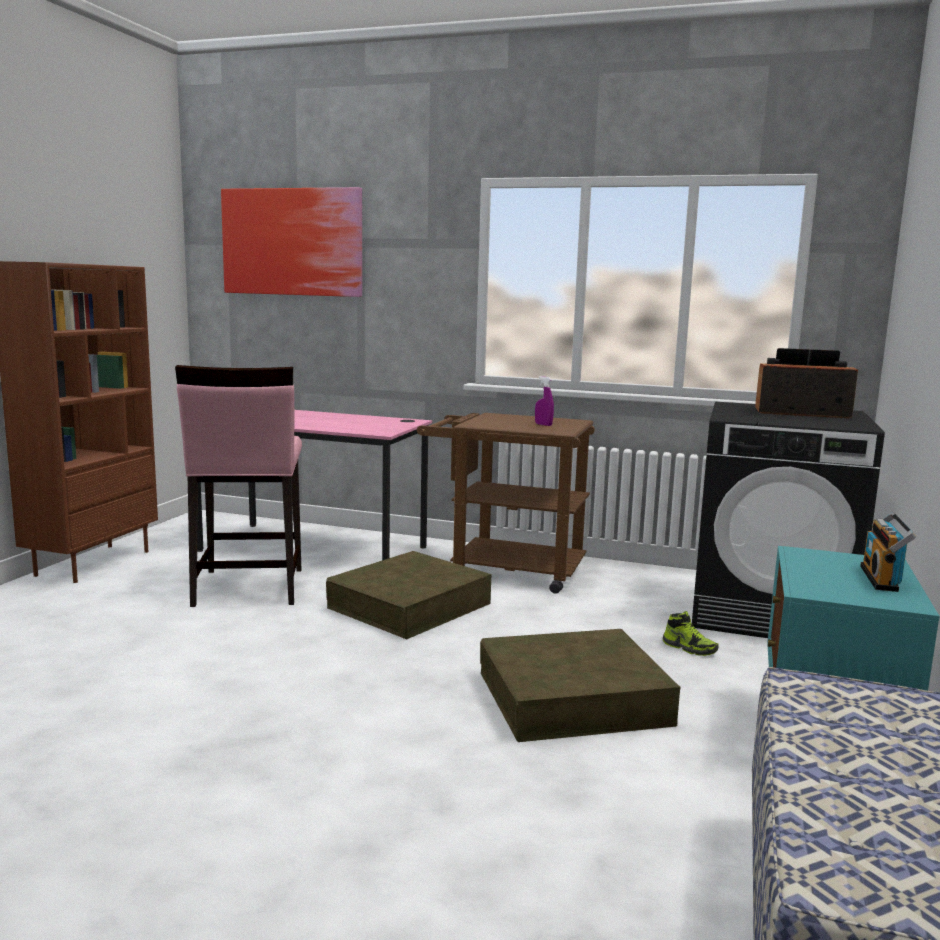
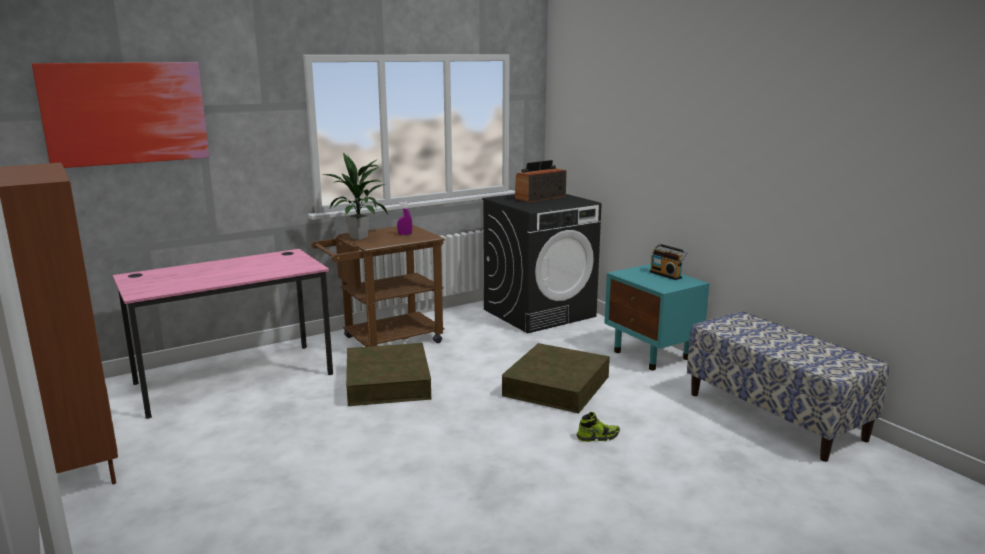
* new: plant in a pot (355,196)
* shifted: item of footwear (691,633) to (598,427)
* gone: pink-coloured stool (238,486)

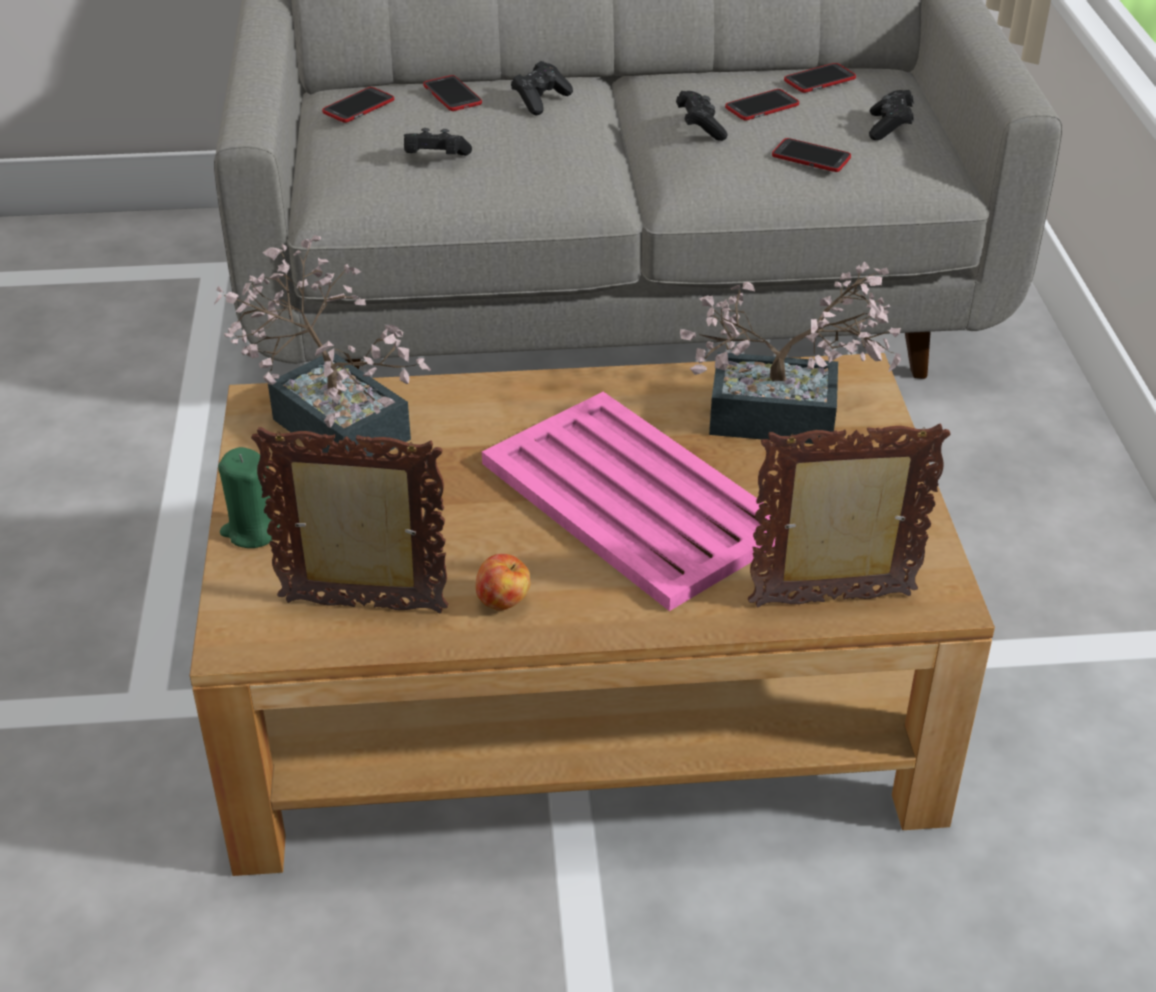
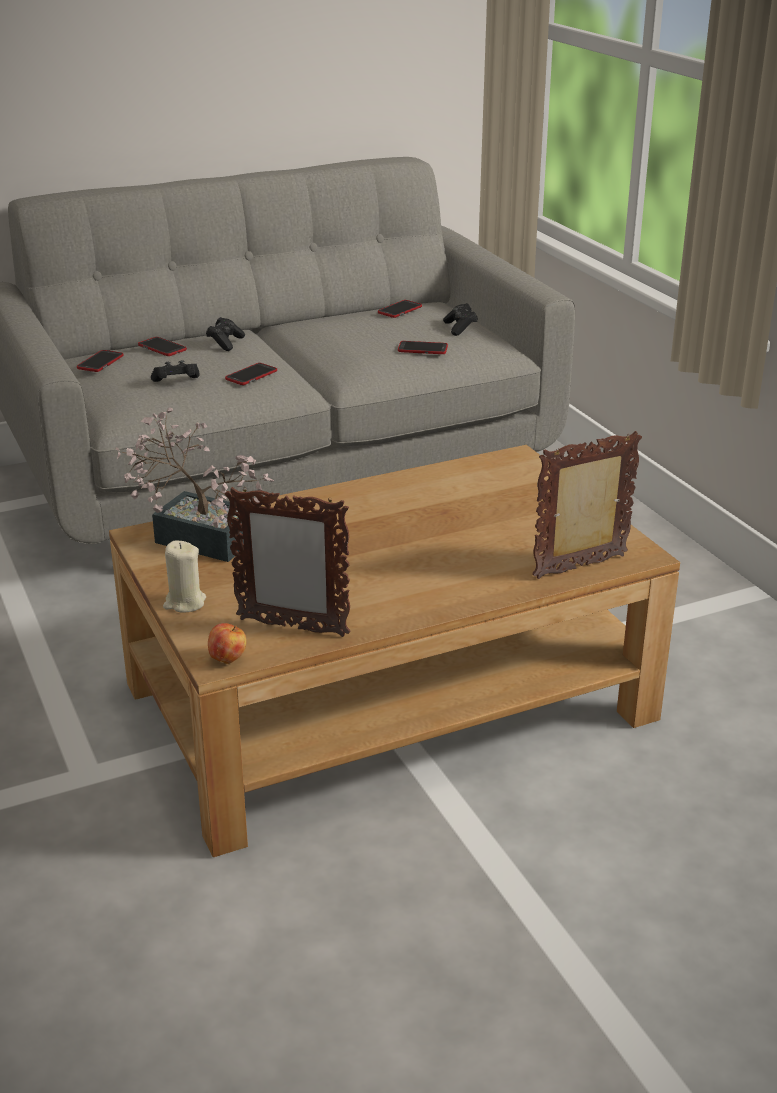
* repainted: greenish wax light (249,497) to sand-coloured wax light (184,576)
* shifted: apple (503,582) to (227,643)
* shifted: phone (762,104) to (251,374)
* rotated: picture frame (349,520) = (287,562) 150 degrees counterclockwise
* gone: pink-coloured serving tray (628,501)
* gone: black game controller (702,116)
* gone: plant in a pot (790,353)

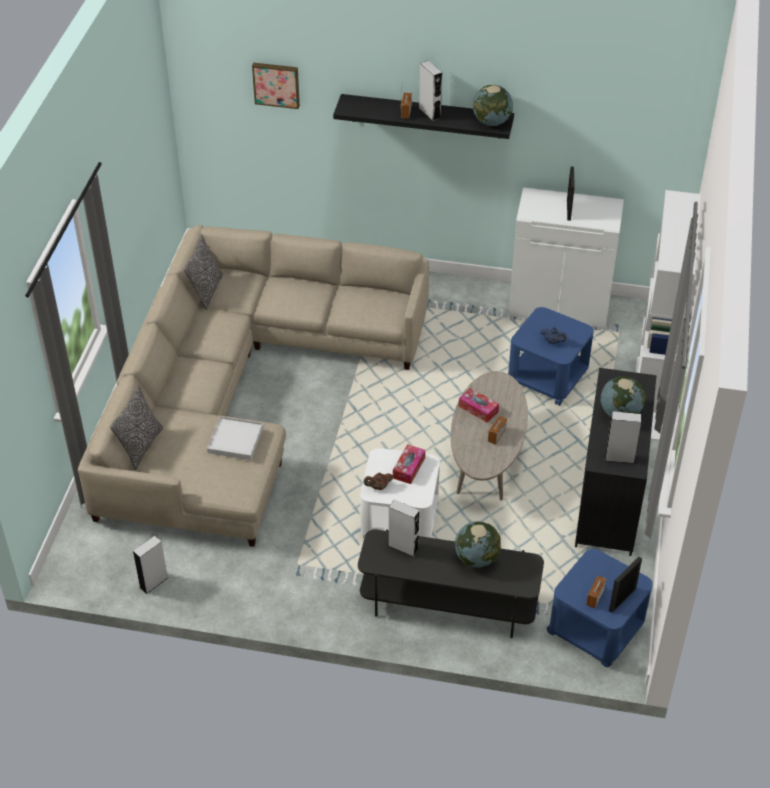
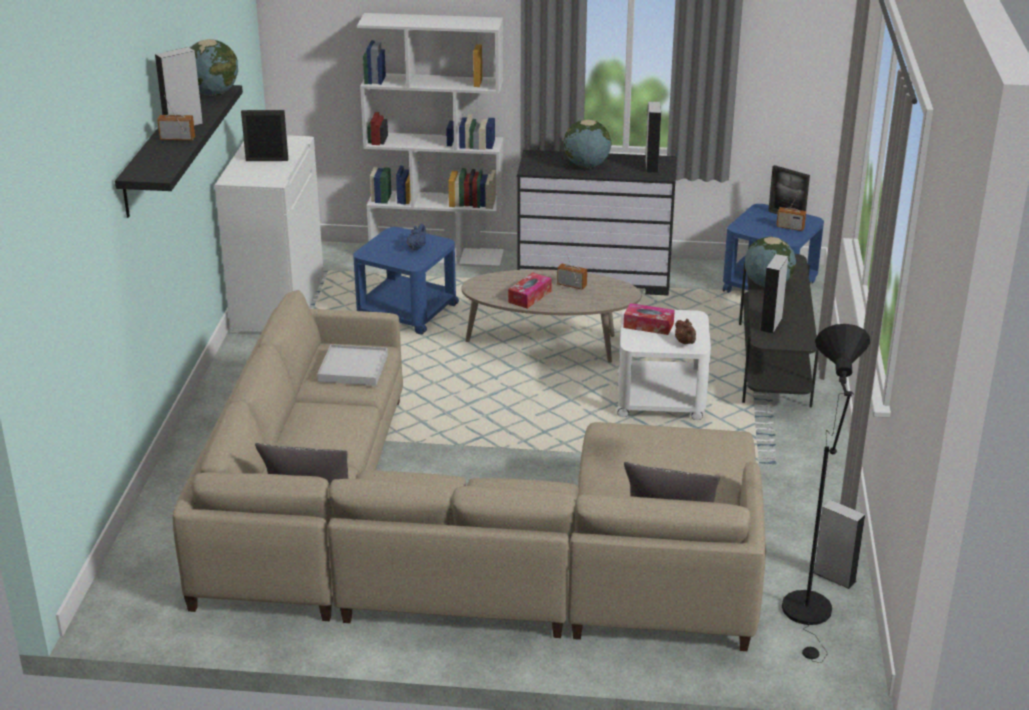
* shifted: white serving tray (235,438) to (352,365)
* new: black floor lamp (826,493)
* gone: picture (276,86)

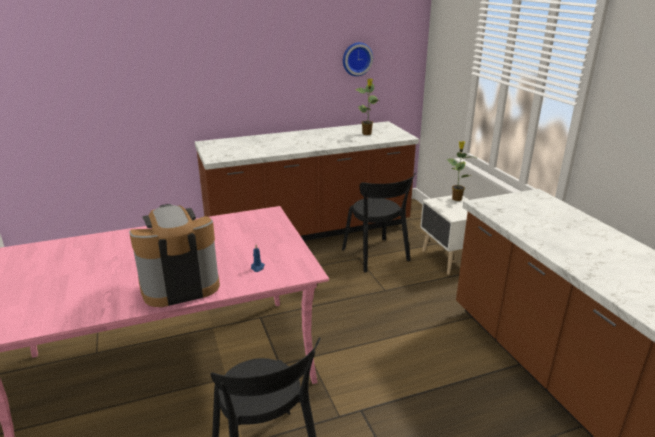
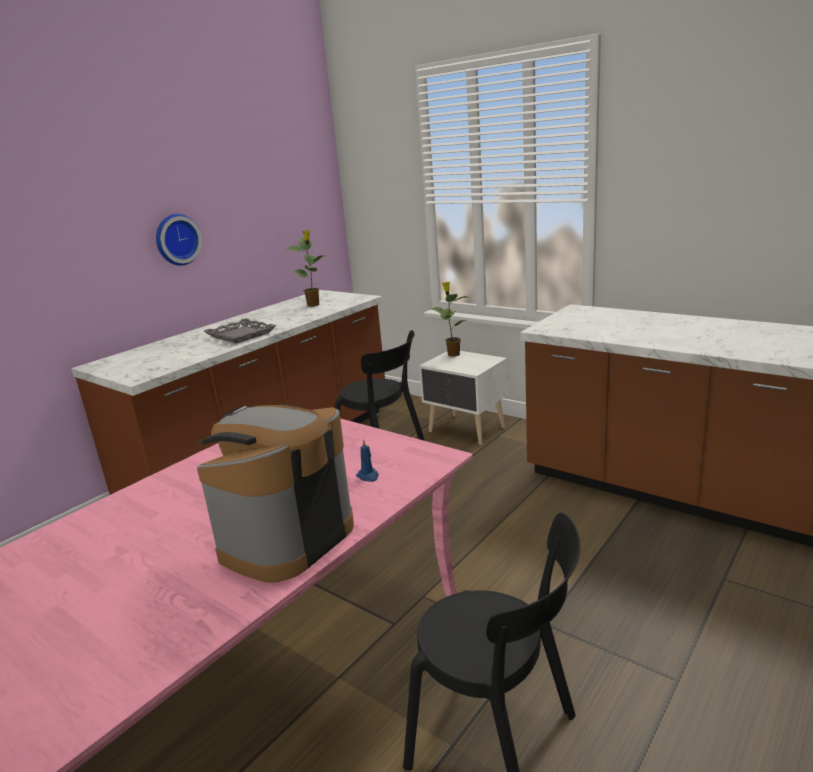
* shifted: clock on the wall (358,59) to (179,240)
* new: grey serving tray (240,331)

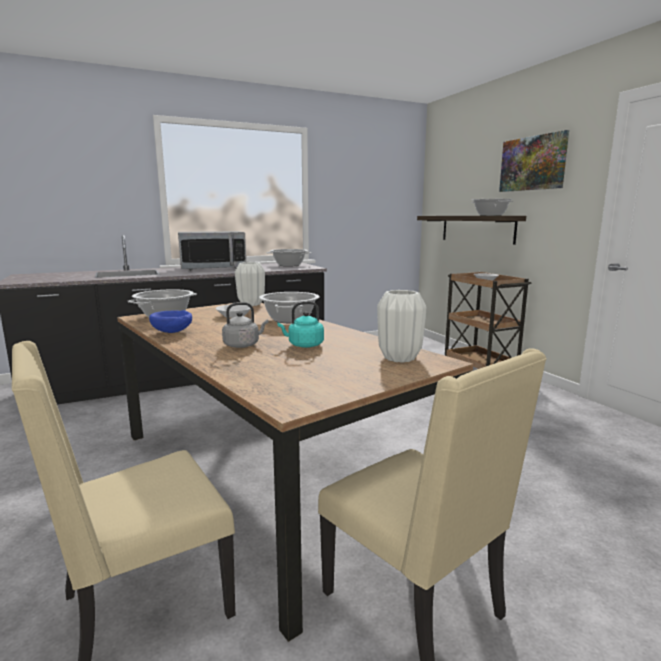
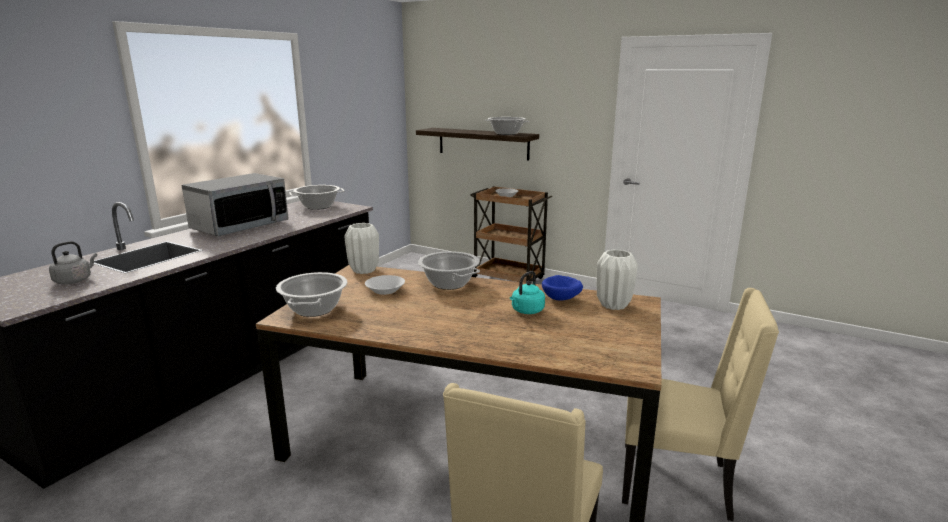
* shifted: grey tea kettle (245,325) to (73,262)
* shifted: bluish bowl (170,321) to (562,288)
* gone: picture (534,161)

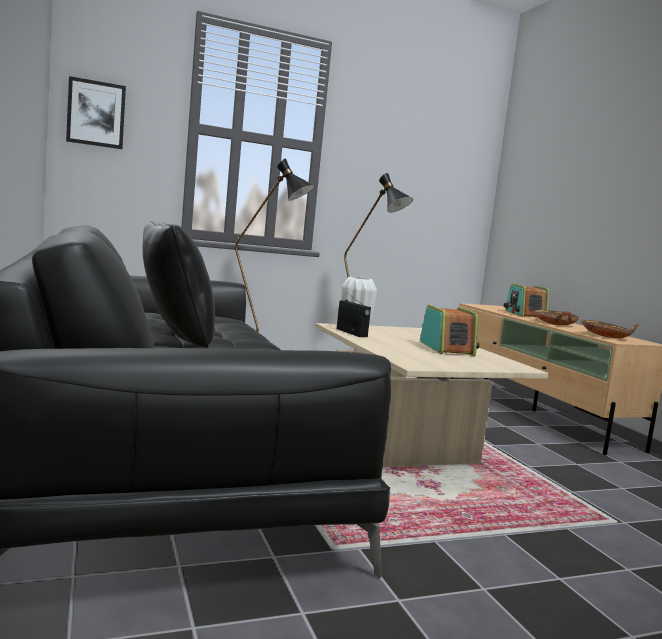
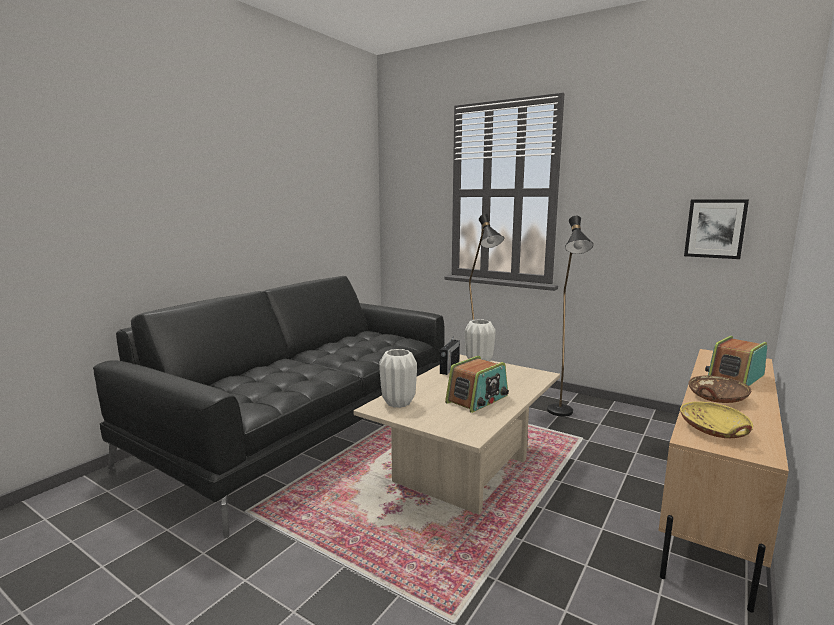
* new: white flower vase (398,378)
* repainted: brown-coloured bowl (609,329) to yellow-coloured bowl (716,420)
* shifted: picture (96,112) to (716,229)
* gone: black cushion (178,284)

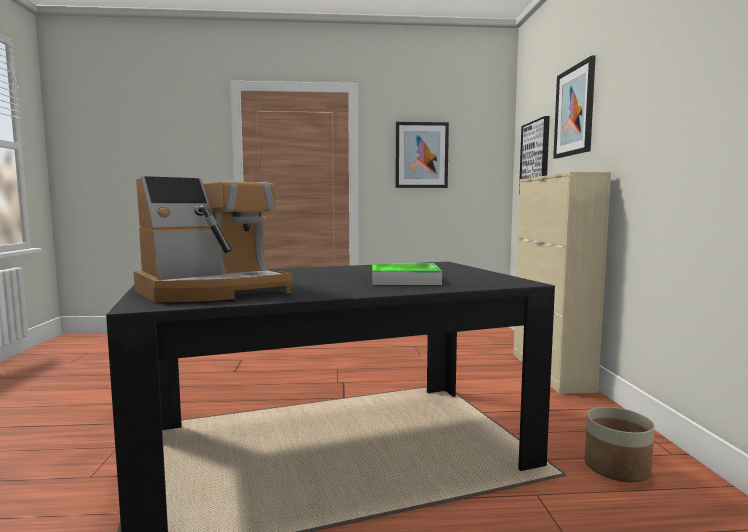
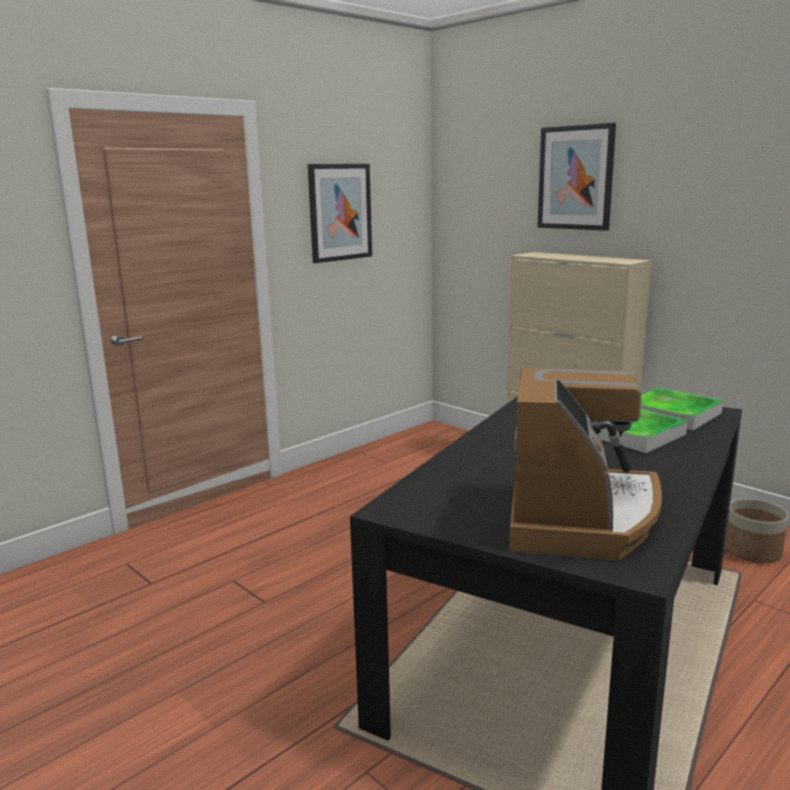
* new: serving tray (682,409)
* gone: picture (534,153)

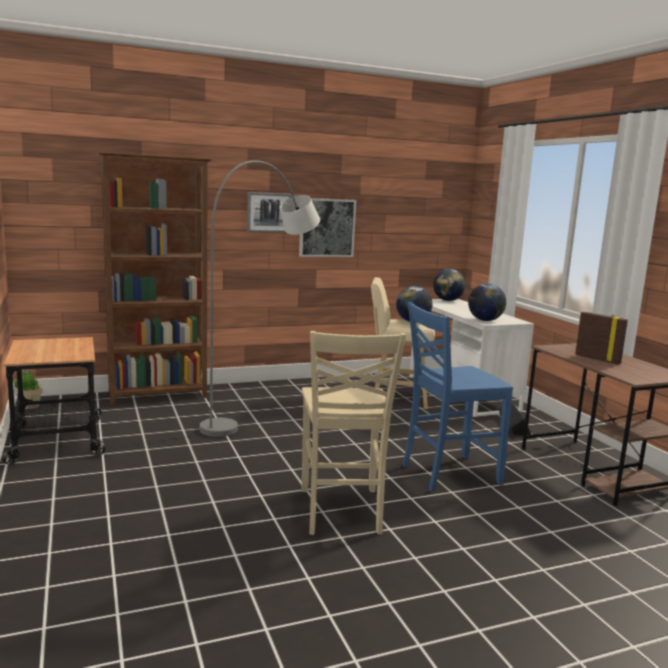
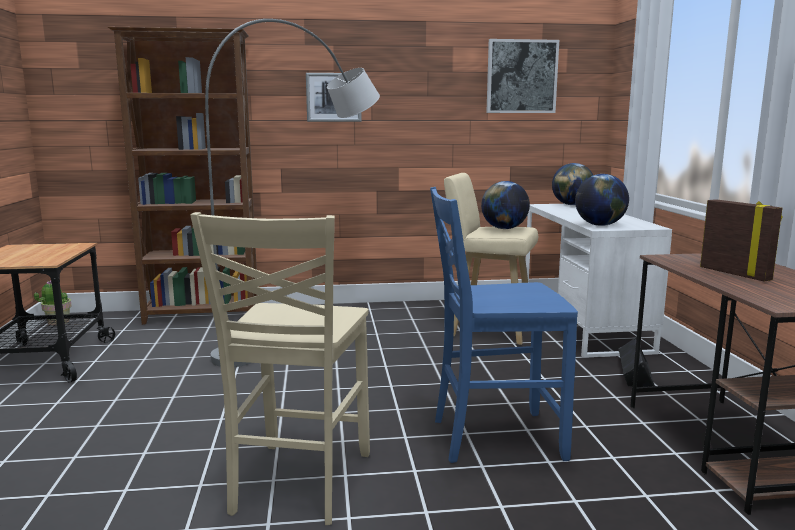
* shifted: picture (327,227) to (522,76)

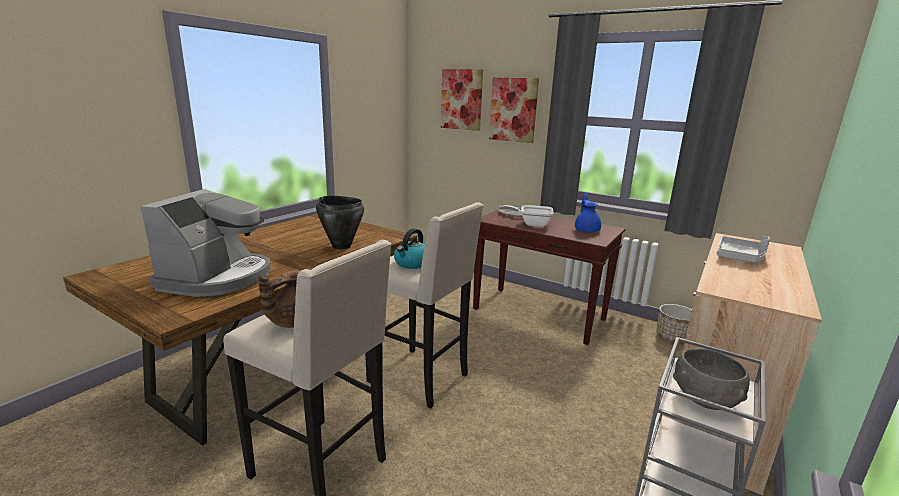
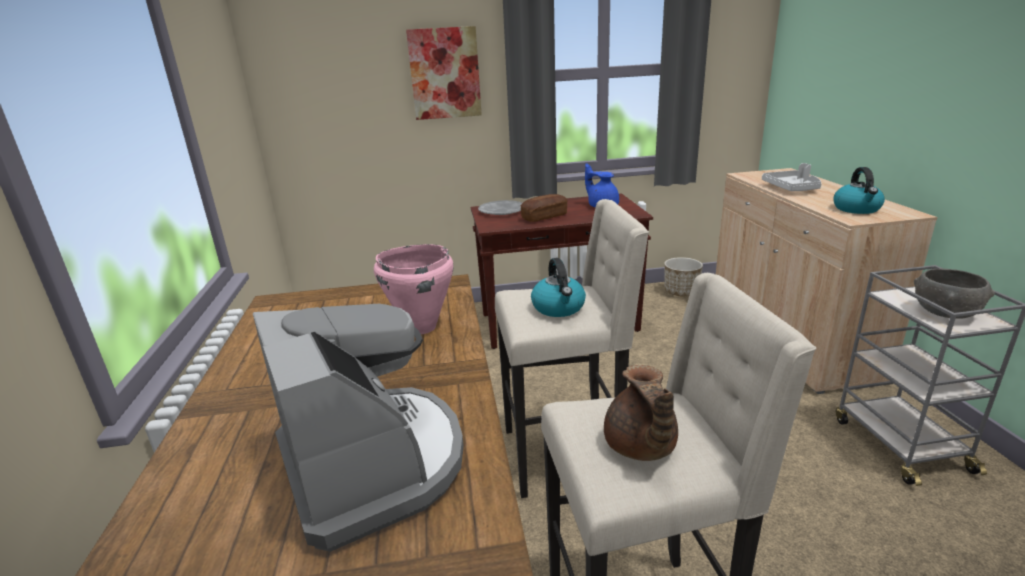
* repainted: black stockpot (340,222) to pink-coloured stockpot (414,289)
* swapped: skillet (526,216) to bread (544,208)
* new: tea kettle (859,190)
* gone: picture (462,100)

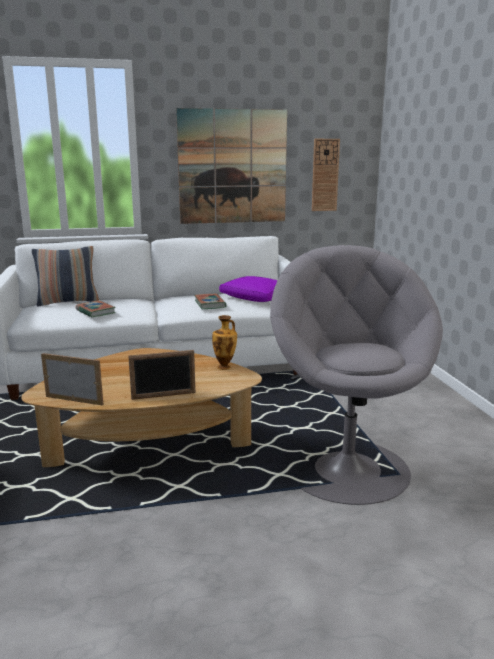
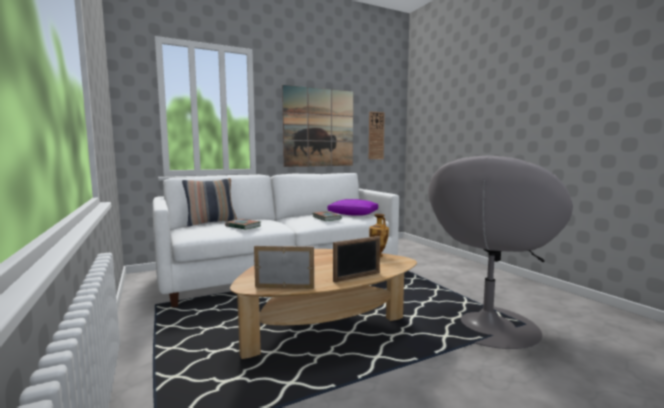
* rotated: grey lounge chair (356,375) = (500,252) 120 degrees counterclockwise

